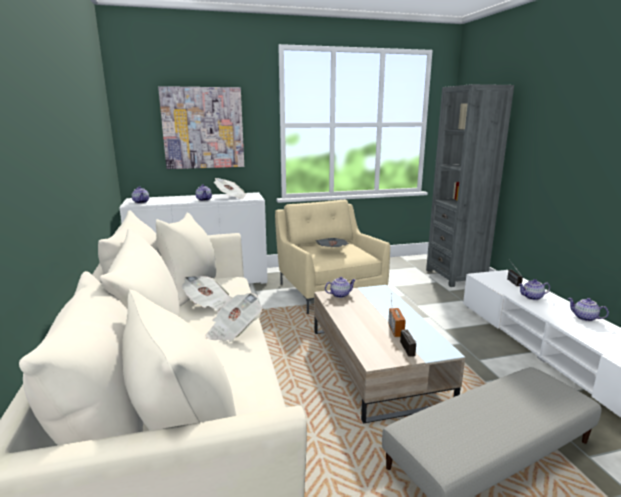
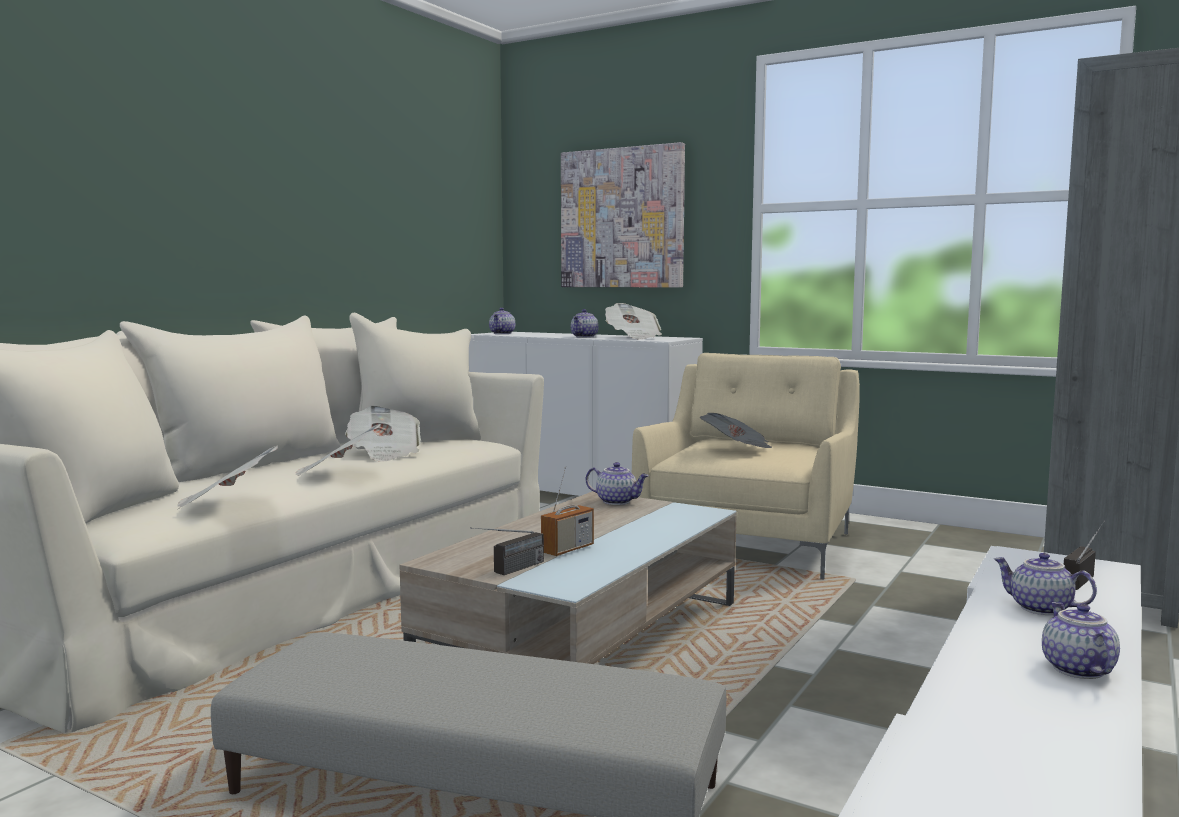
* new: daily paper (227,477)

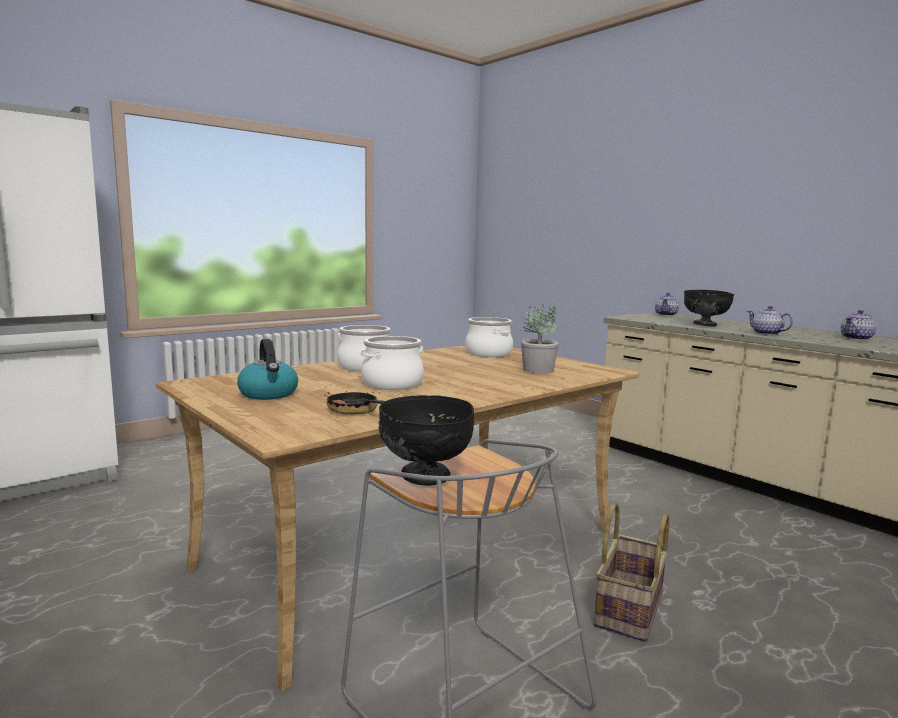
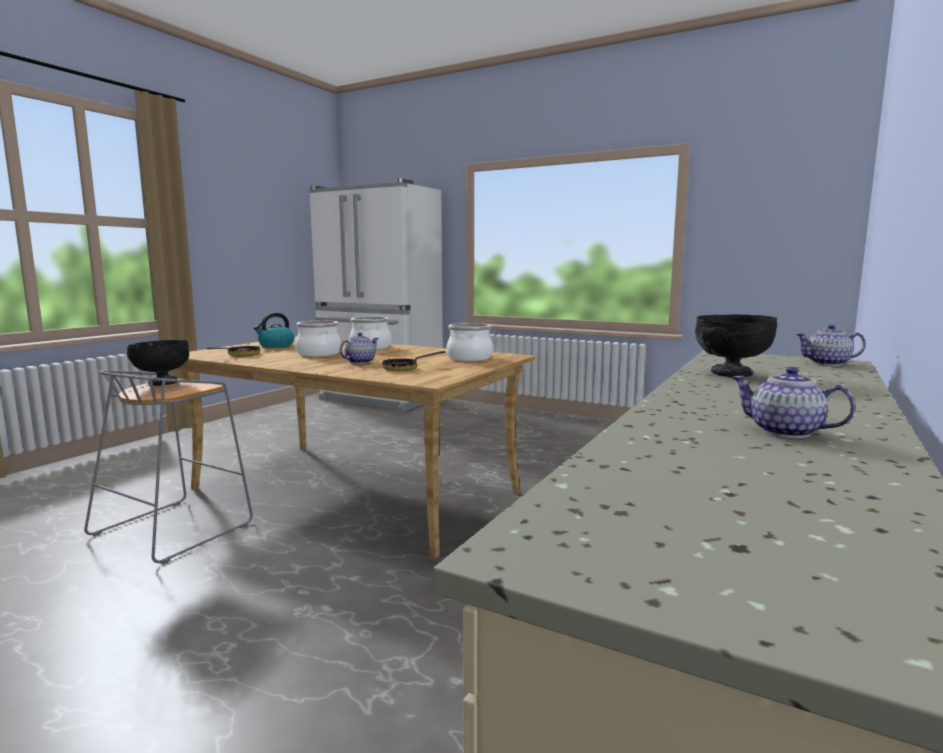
* shifted: tea pot (770,320) to (359,348)
* swapped: plant in a pot (540,338) to skillet (413,361)
* gone: storage basket (631,572)

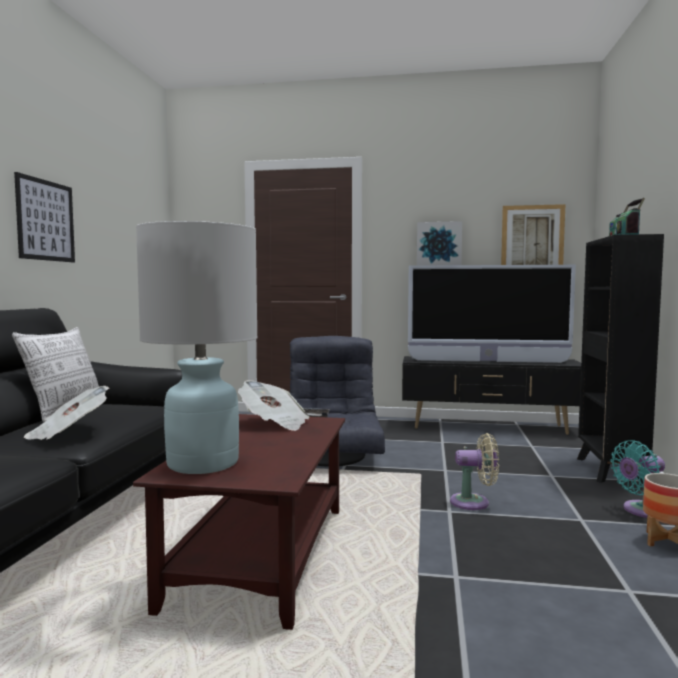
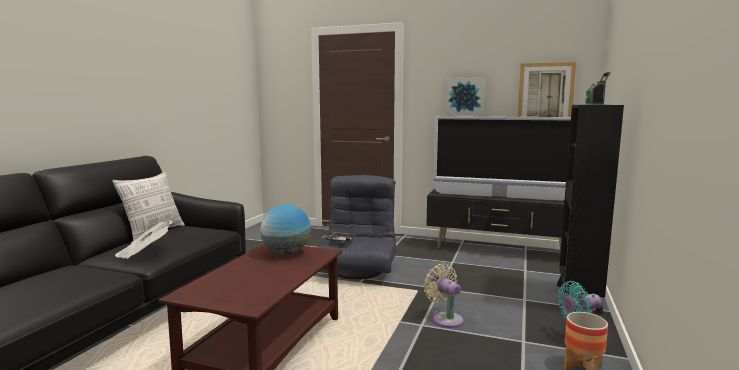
* swapped: daily paper (273,405) to desk globe (285,229)
* rotated: sand-coloured electric fan (474,471) = (443,296) 135 degrees counterclockwise
* gone: picture (44,217)
* gone: white tabletop lamp (197,347)

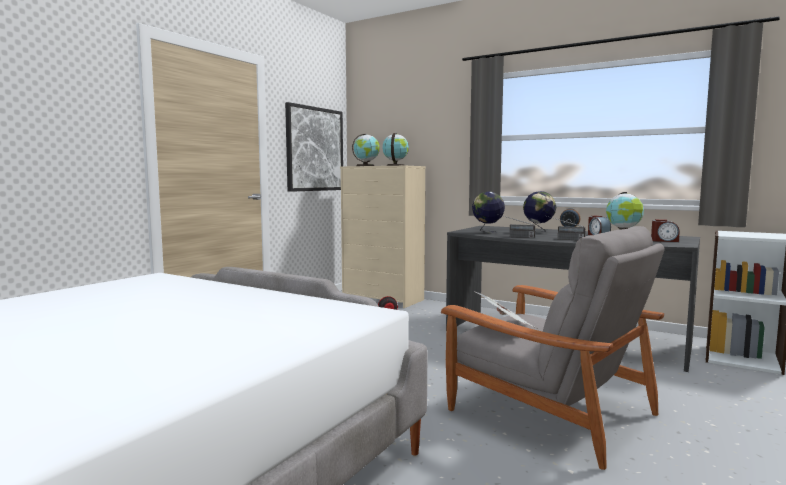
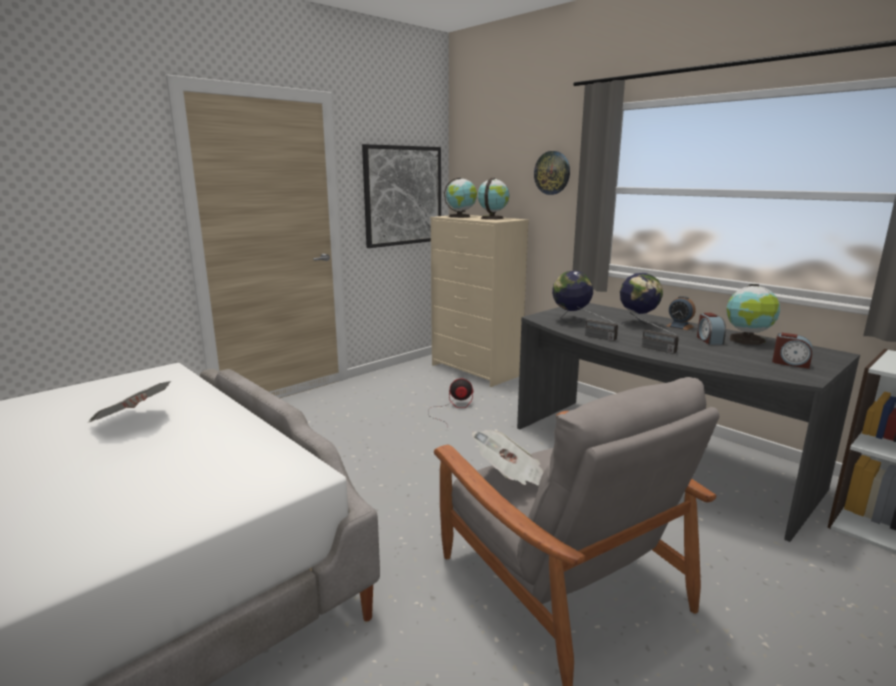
* new: daily paper (129,402)
* new: clock on the wall (552,173)

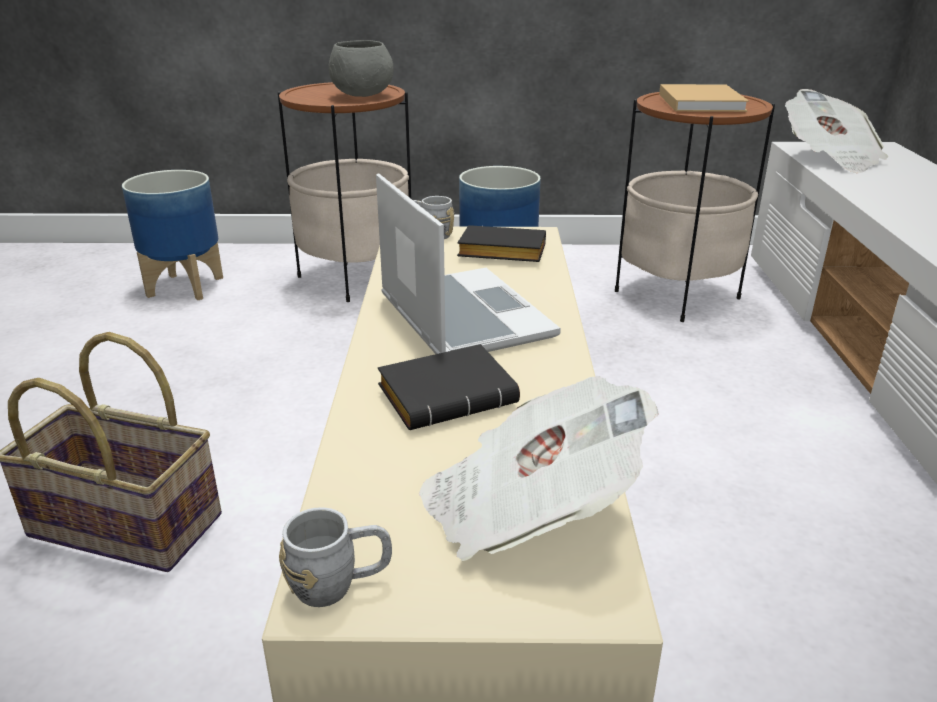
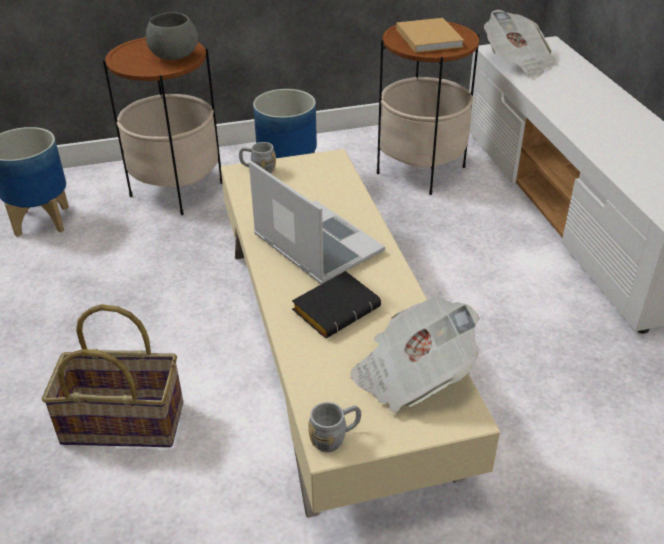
* gone: black volume (501,243)

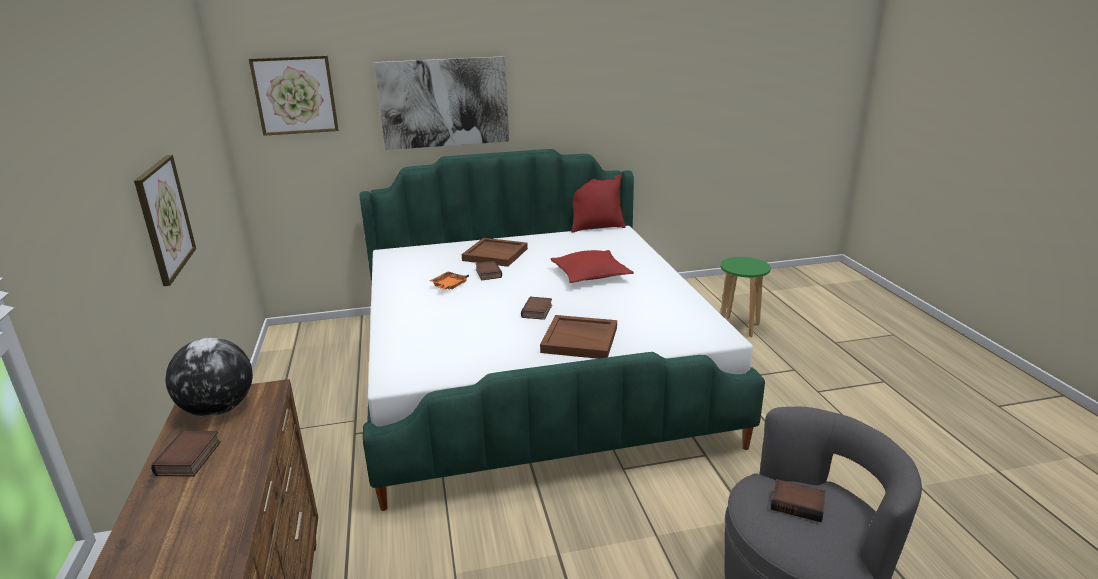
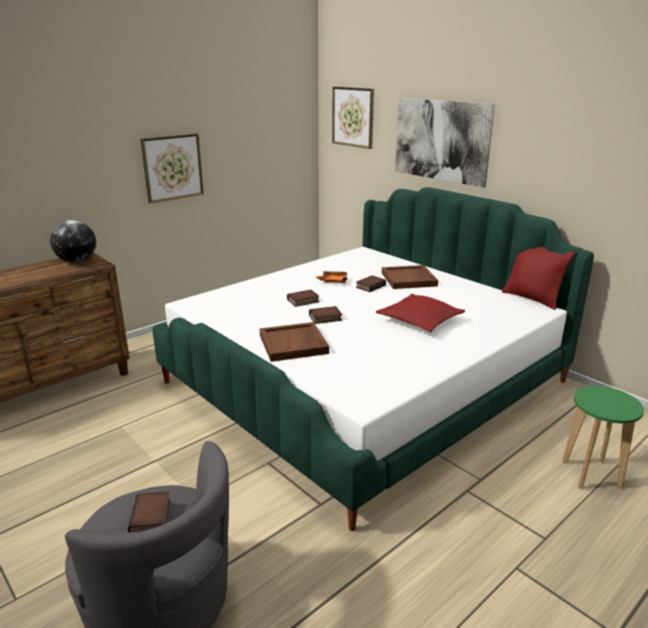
* shifted: volume (186,454) to (303,298)

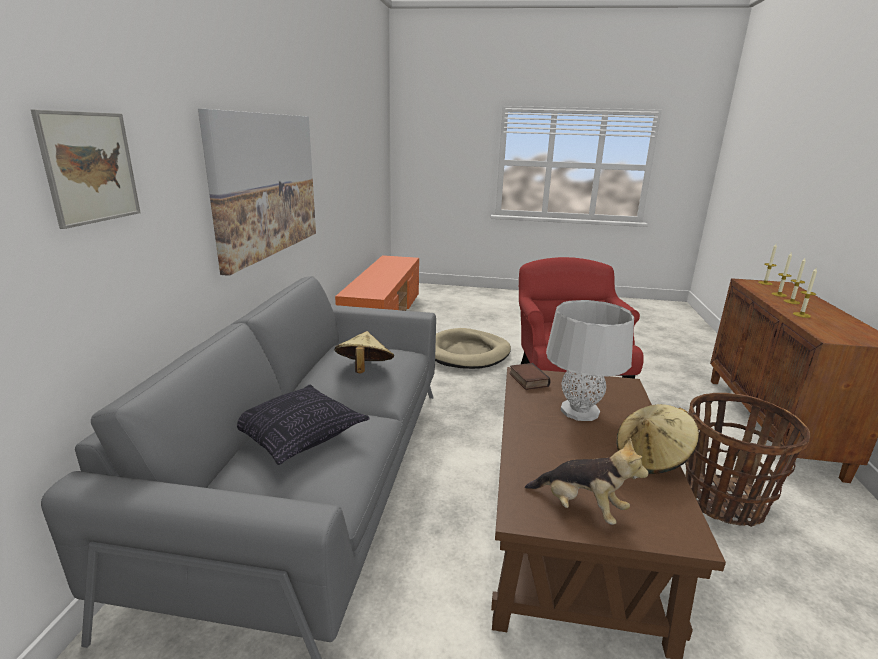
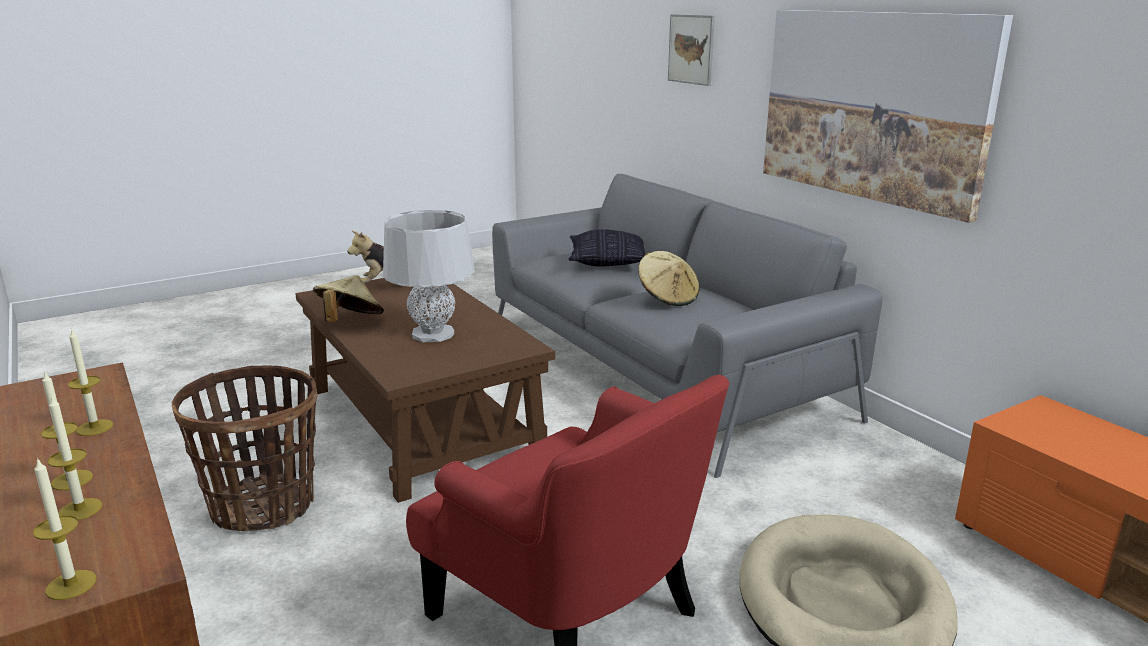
* gone: volume (530,376)

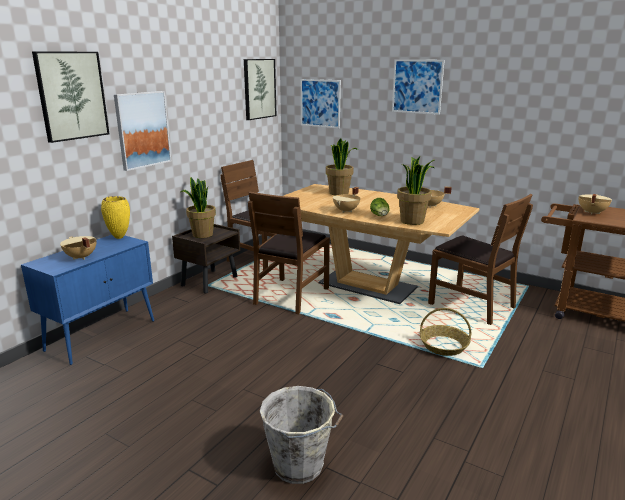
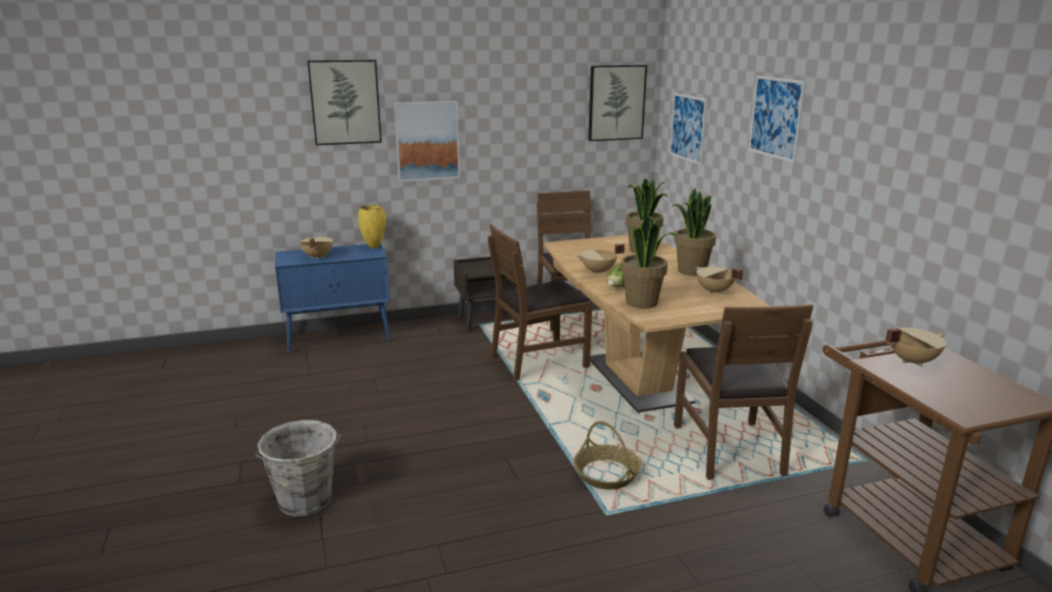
* shifted: plant in a pot (198,207) to (694,232)

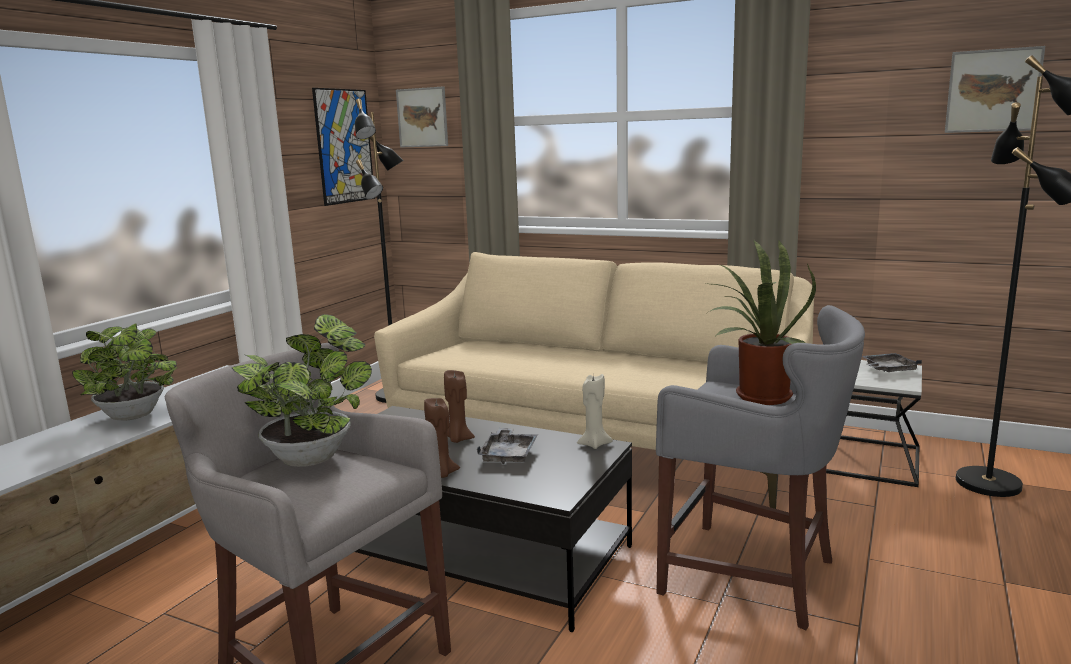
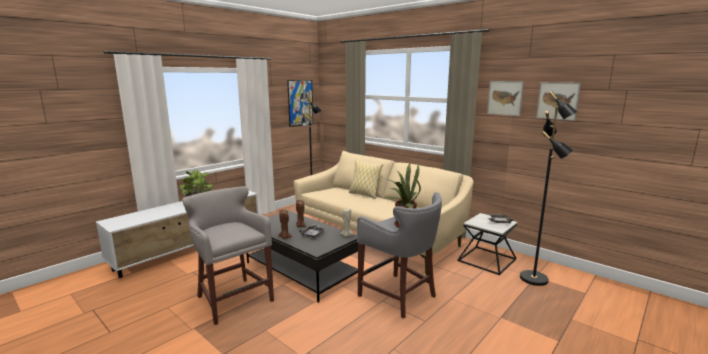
* new: cushion (366,179)
* shifted: picture (422,117) to (505,98)
* gone: plant in a pot (302,390)

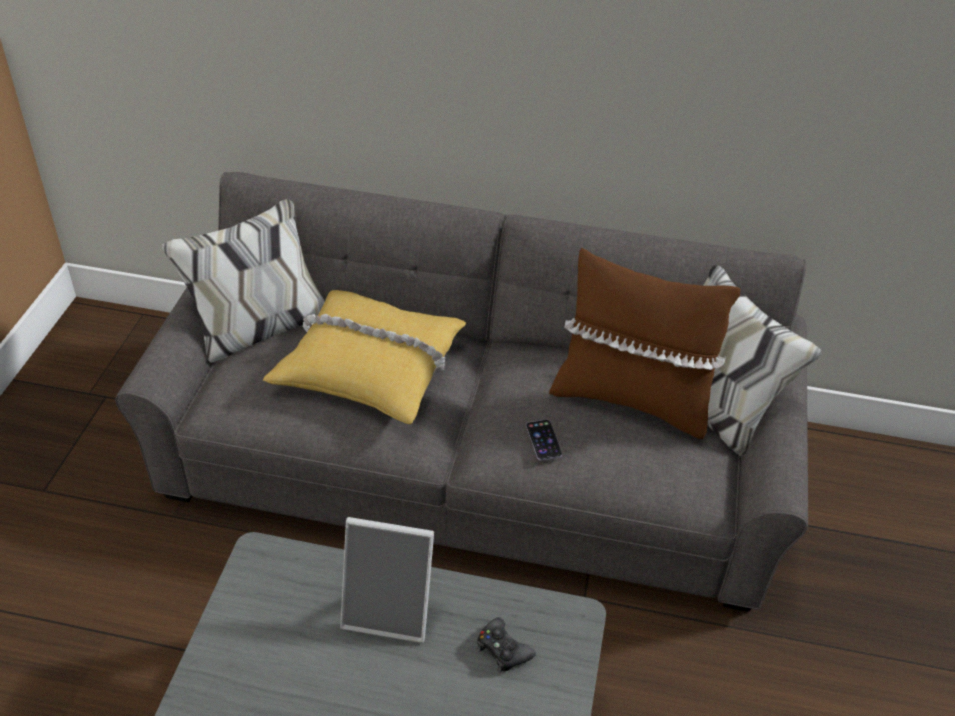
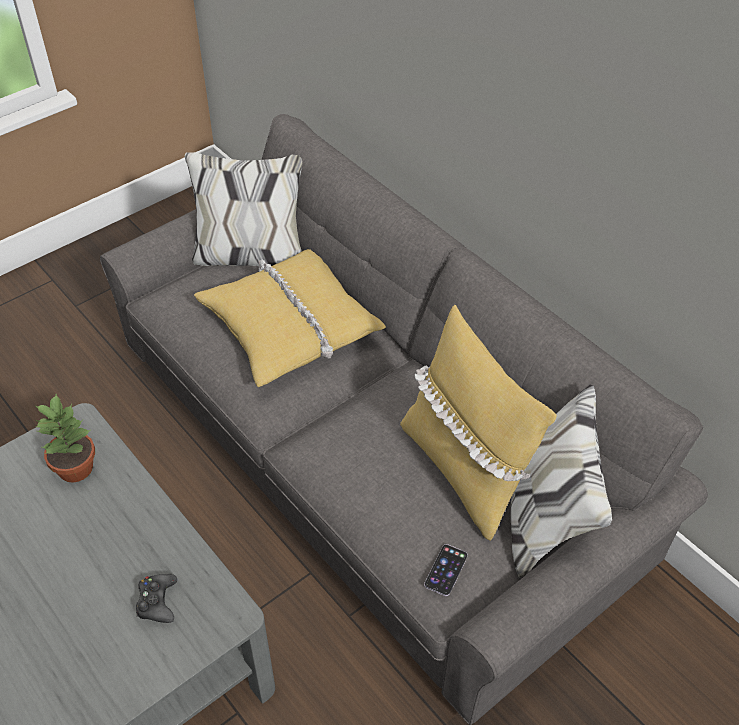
* new: plant in a pot (65,438)
* repainted: brown-coloured cushion (645,343) to yellow-coloured cushion (478,423)
* shifted: phone (544,440) to (446,570)
* gone: picture frame (387,580)

